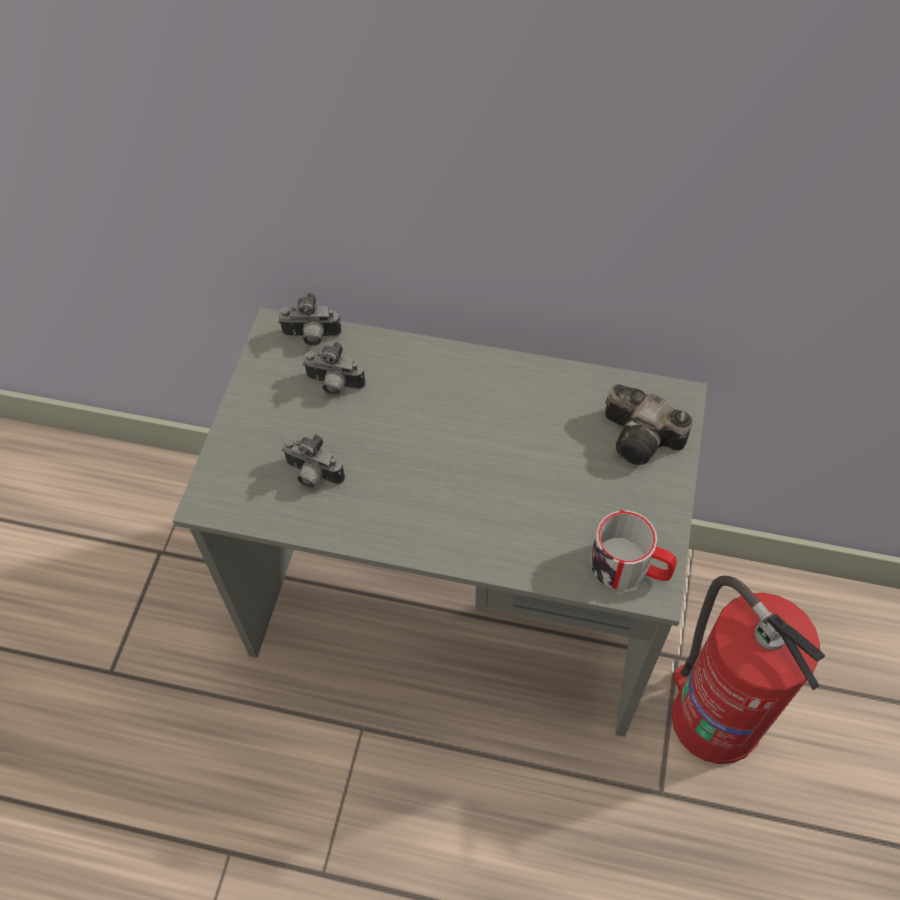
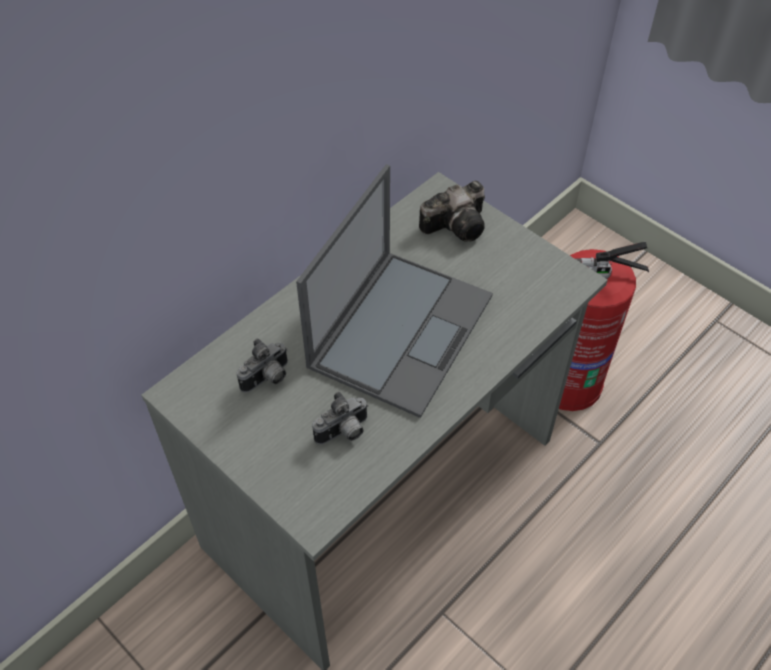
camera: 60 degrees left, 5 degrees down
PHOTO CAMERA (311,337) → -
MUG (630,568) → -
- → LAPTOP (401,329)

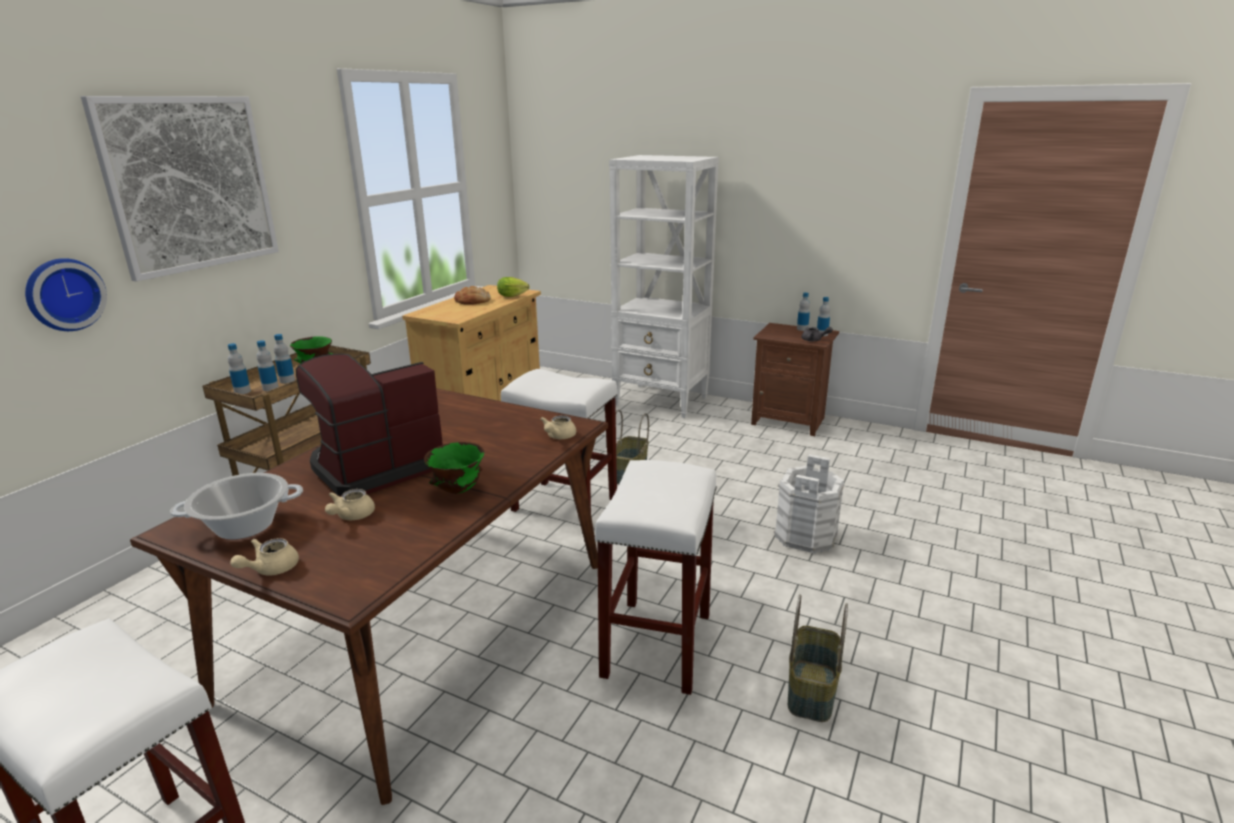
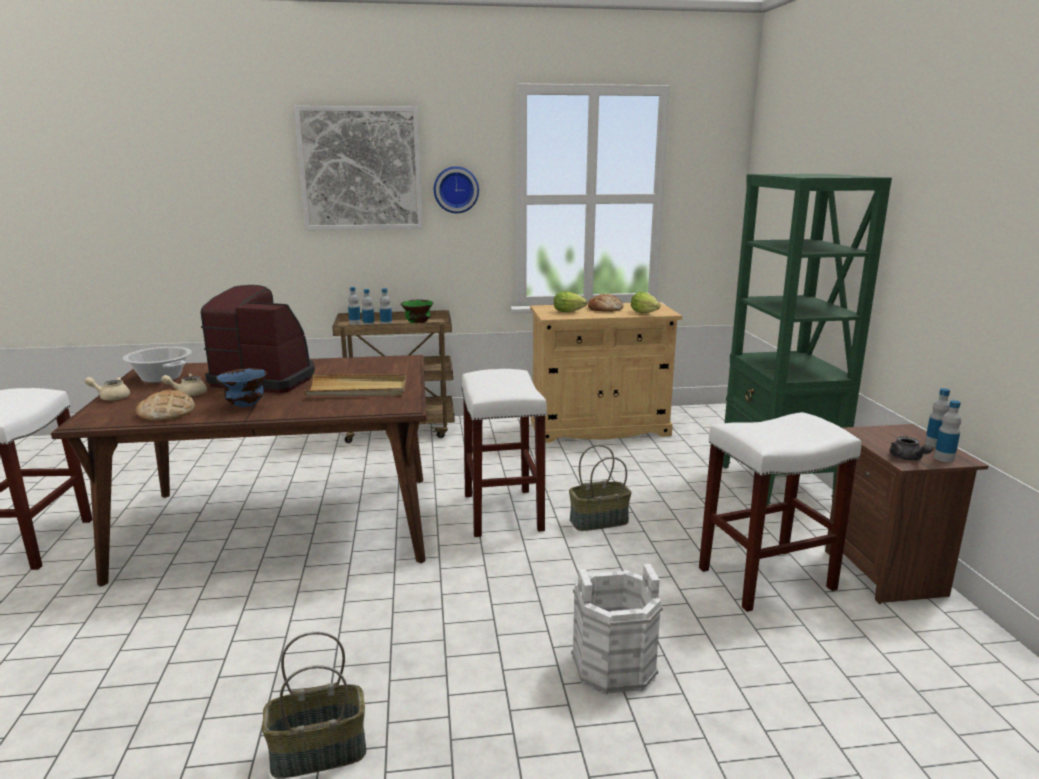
camera: 55 degrees right, 5 degrees down
WALL CLOCK (63,294) → WALL CLOCK (456,189), relocated
GREEN BOWL (457,491) → BLUE BOWL (245,406)
BEIGE TEAPOT (558,437) → -
WHITE STOOL (657,646) → WHITE STOOL (765,579), relocated
WHITE BOOKCASE (661,401) → GREEN BOOKCASE (777,484)
- → BREAD (166,413)
- → BEIGE TRAY (357,390)
- → LETTUCE (570,312)

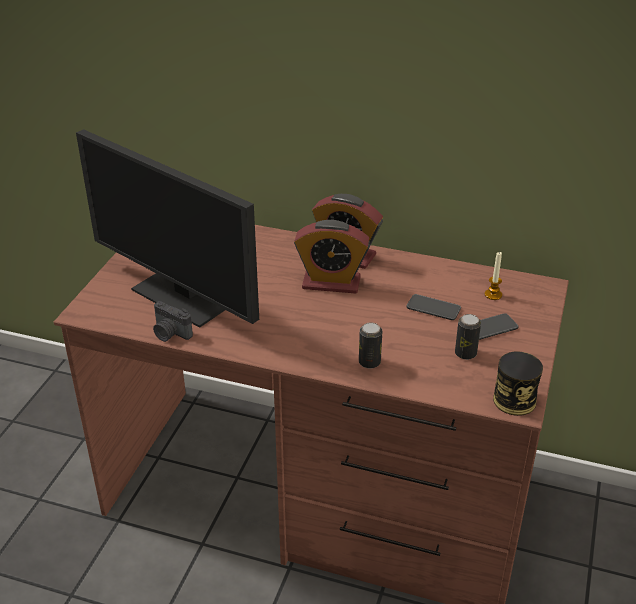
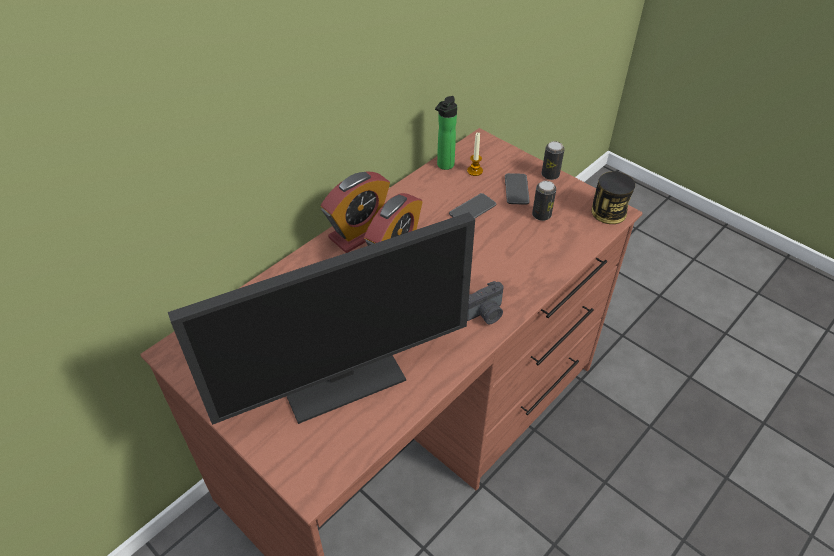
camera: 65 degrees left, 10 degrees up
PHOTO CAMERA (170,334) → PHOTO CAMERA (485,314), relocated
CAN (369,362) → CAN (550,175), relocated
- → BOTTLE (444,166)

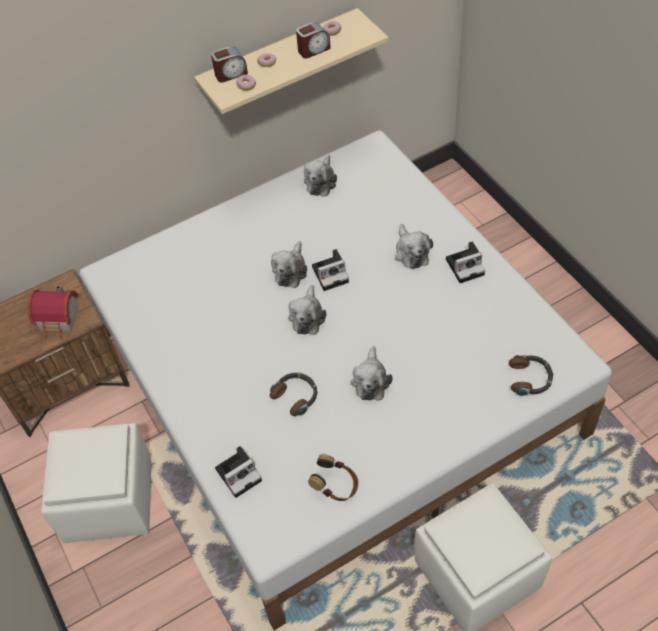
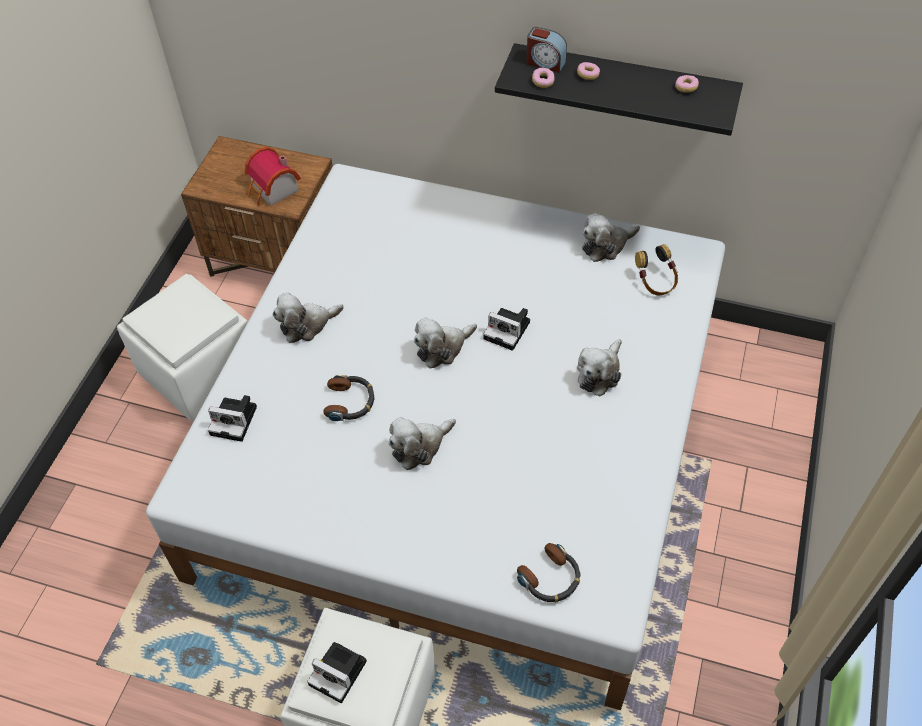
camera: 45 degrees right, 0 degrees up
BEIGE SHELF (280,60) → BLACK SHELF (623,86)
PLUSH TOY (291,270) → PLUSH TOY (306,325), relocated
ALARM CLOCK (313,50) → -
HEADPHONES (336,487) → HEADPHONES (655,282), relocated
PHOTO CAMERA (466,266) → PHOTO CAMERA (340,673), relocated

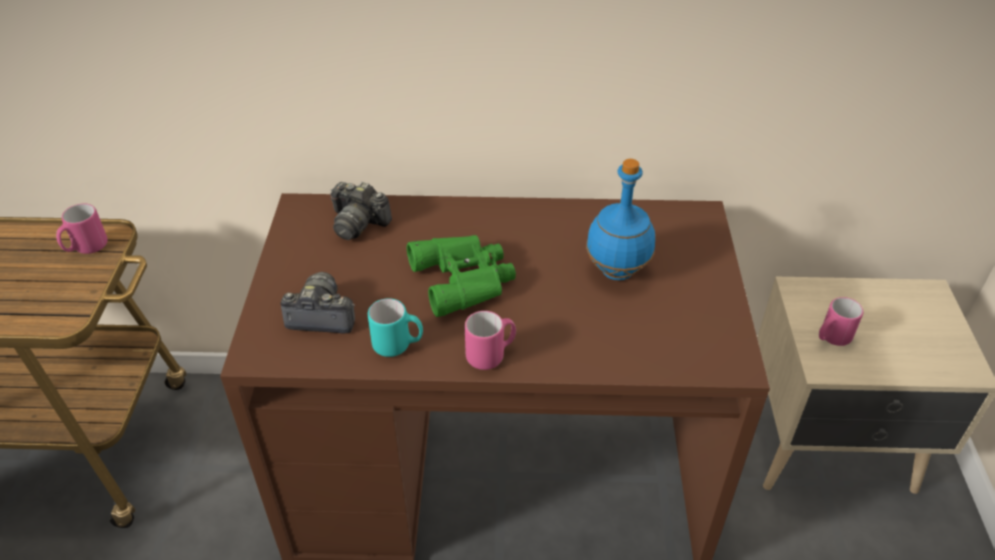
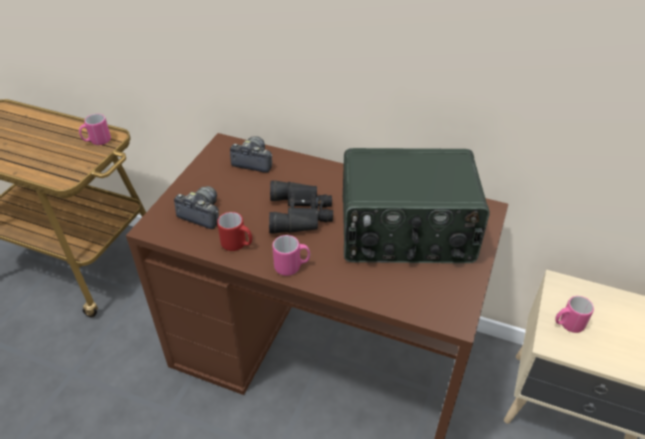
camera: 20 degrees right, 0 degrees up
PHOTO CAMERA (358,223) → PHOTO CAMERA (253,162), 150 degrees clockwise
TURQUOISE MUG (398,345) → RED MUG (237,245)
GREEN BINOCULARS (465,278) → BLACK BINOCULARS (301,213)
BLUE BOTTLE (617,270) → RADIO (406,233)

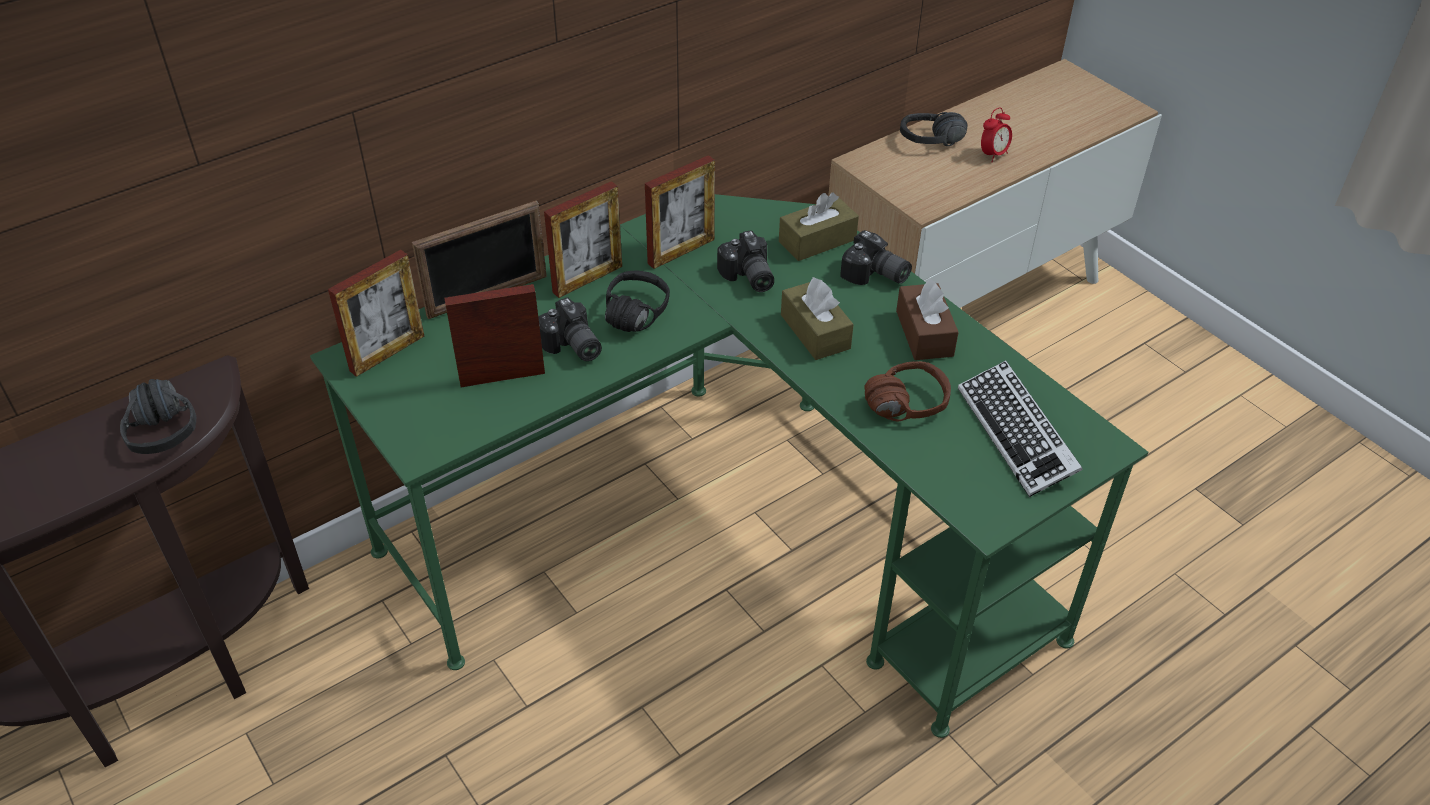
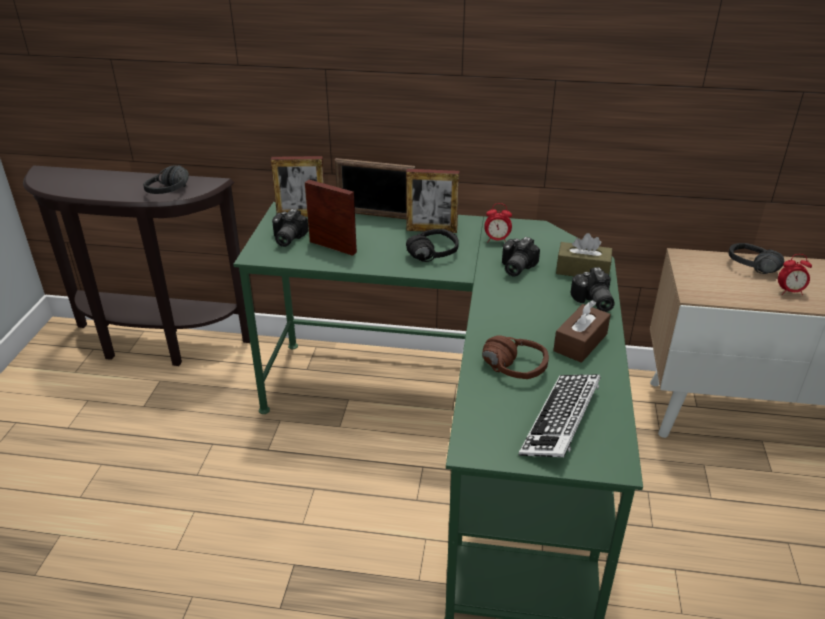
camera: 45 degrees right, 10 degrees down
PHOTO CAMERA (571,347) → PHOTO CAMERA (286,238), relocated
PICTURE FRAME (681,251) → ALARM CLOCK (497,240)
BROWN TISSUE BOX (815,331) → -

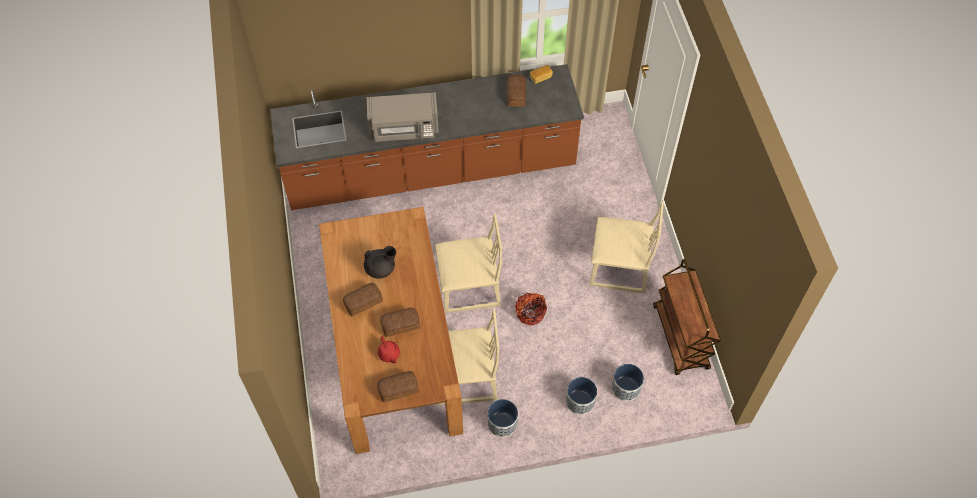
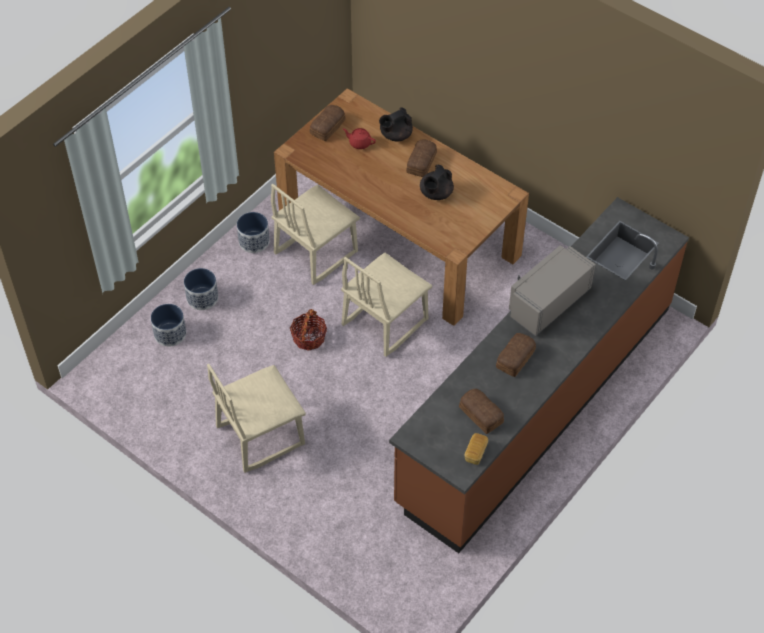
camera: 140 degrees right, 5 degrees down
BREAD (401,325) → BREAD (514,359), relocated
BROWN CART (681,338) → -
- → BLACK TEAPOT (395,135)

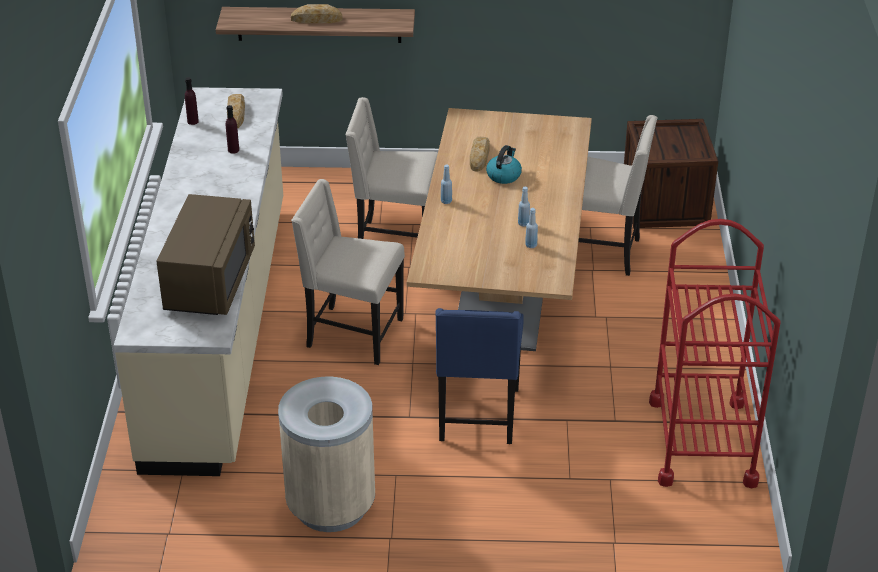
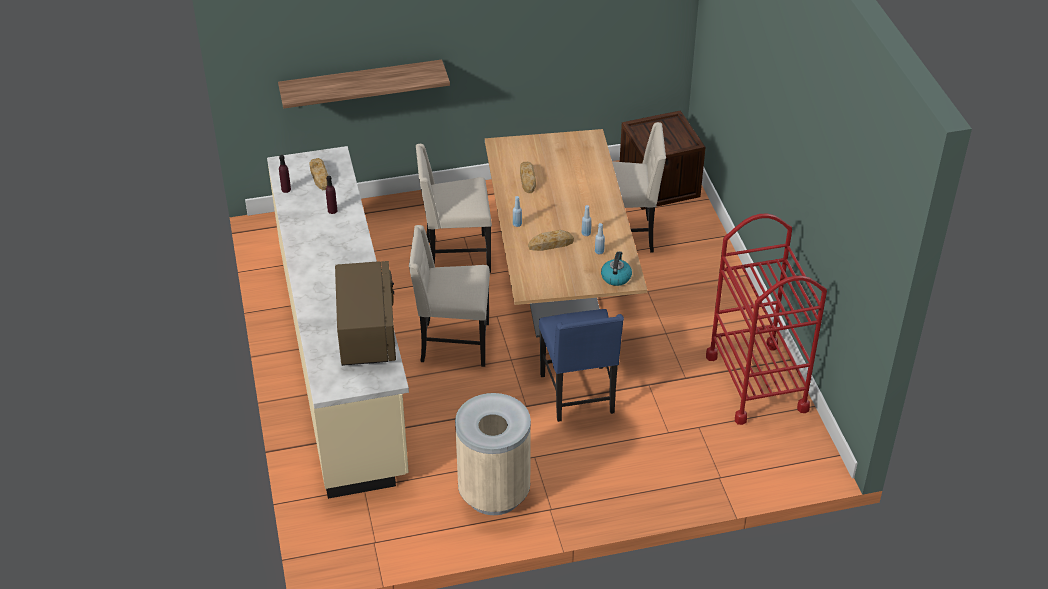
camera: 15 degrees left, 5 degrees up
BREAD (316,19) → BREAD (551,244), relocated
KETTLE (503,175) → KETTLE (616,277), relocated

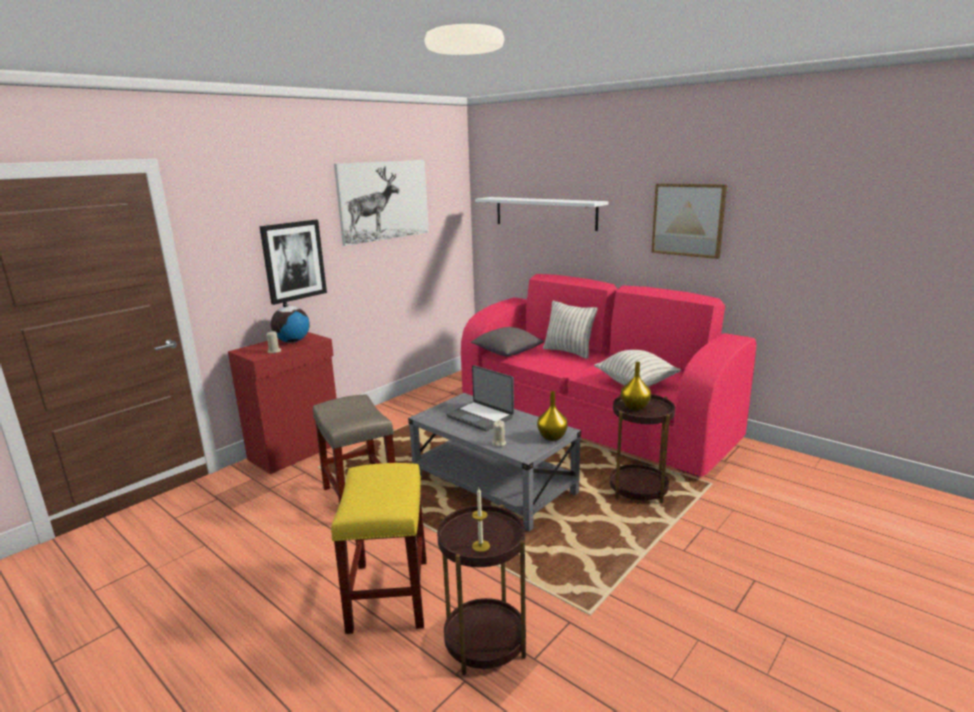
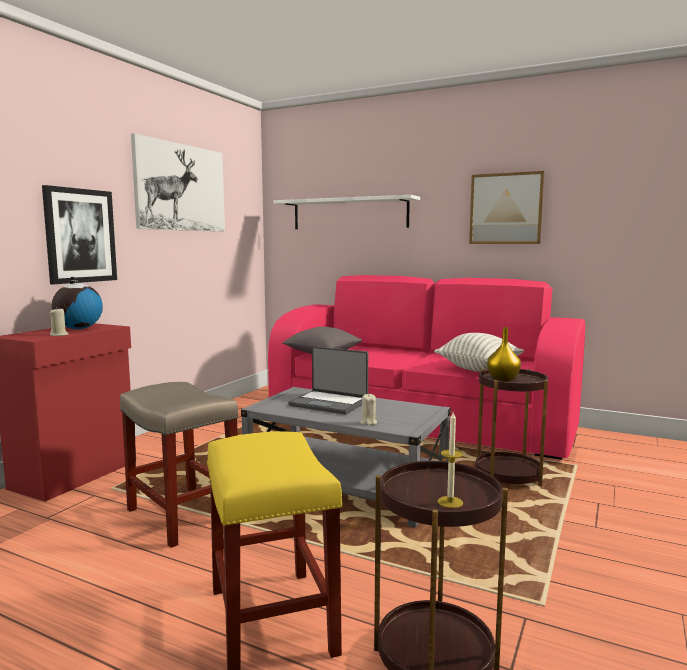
camera: 15 degrees left, 10 degrees down
YELLOW VASE (551,437) → -
PILLOW (568,352) → -

